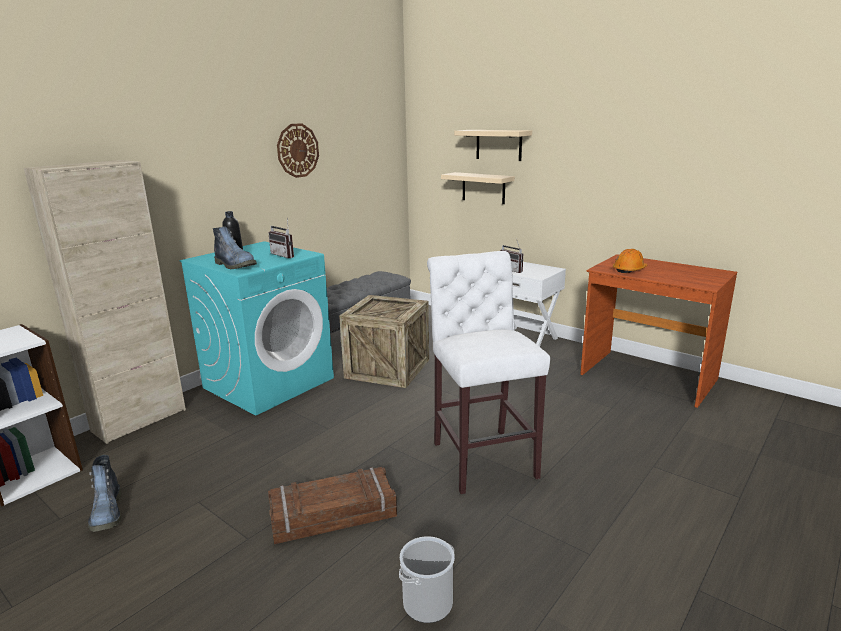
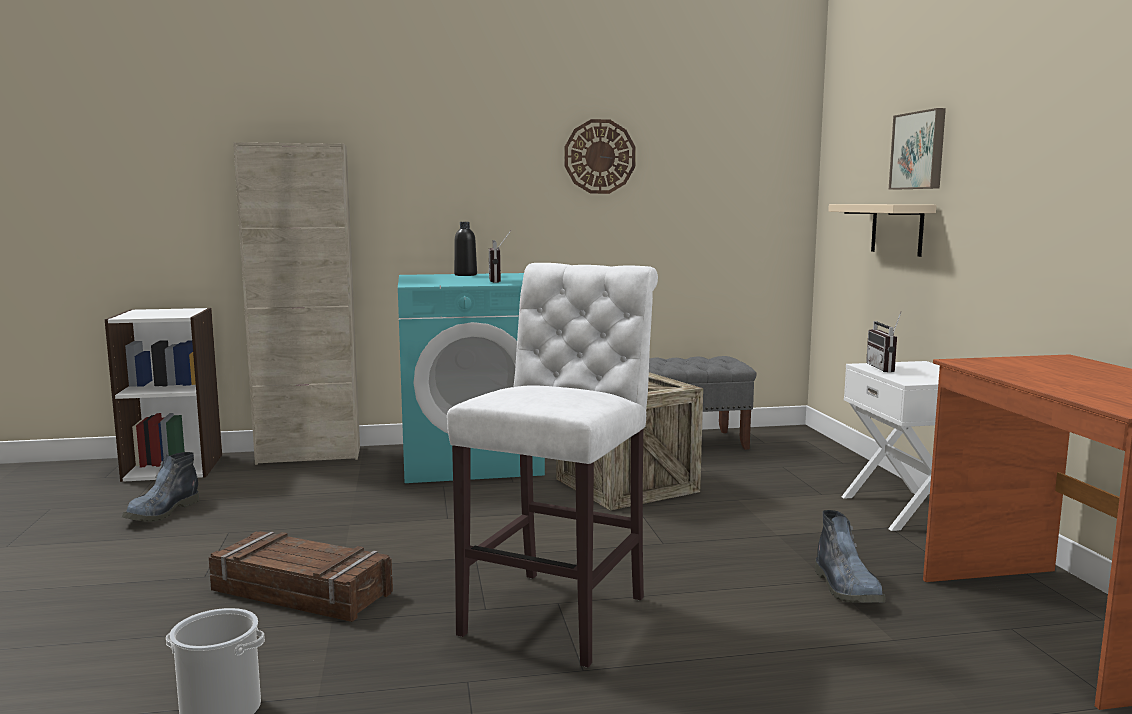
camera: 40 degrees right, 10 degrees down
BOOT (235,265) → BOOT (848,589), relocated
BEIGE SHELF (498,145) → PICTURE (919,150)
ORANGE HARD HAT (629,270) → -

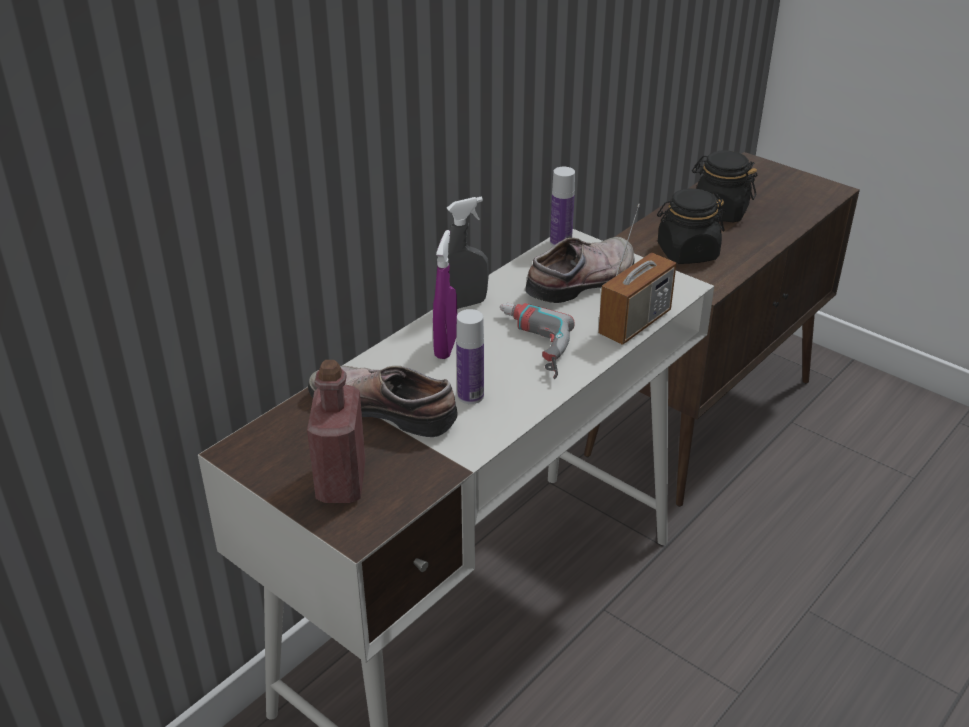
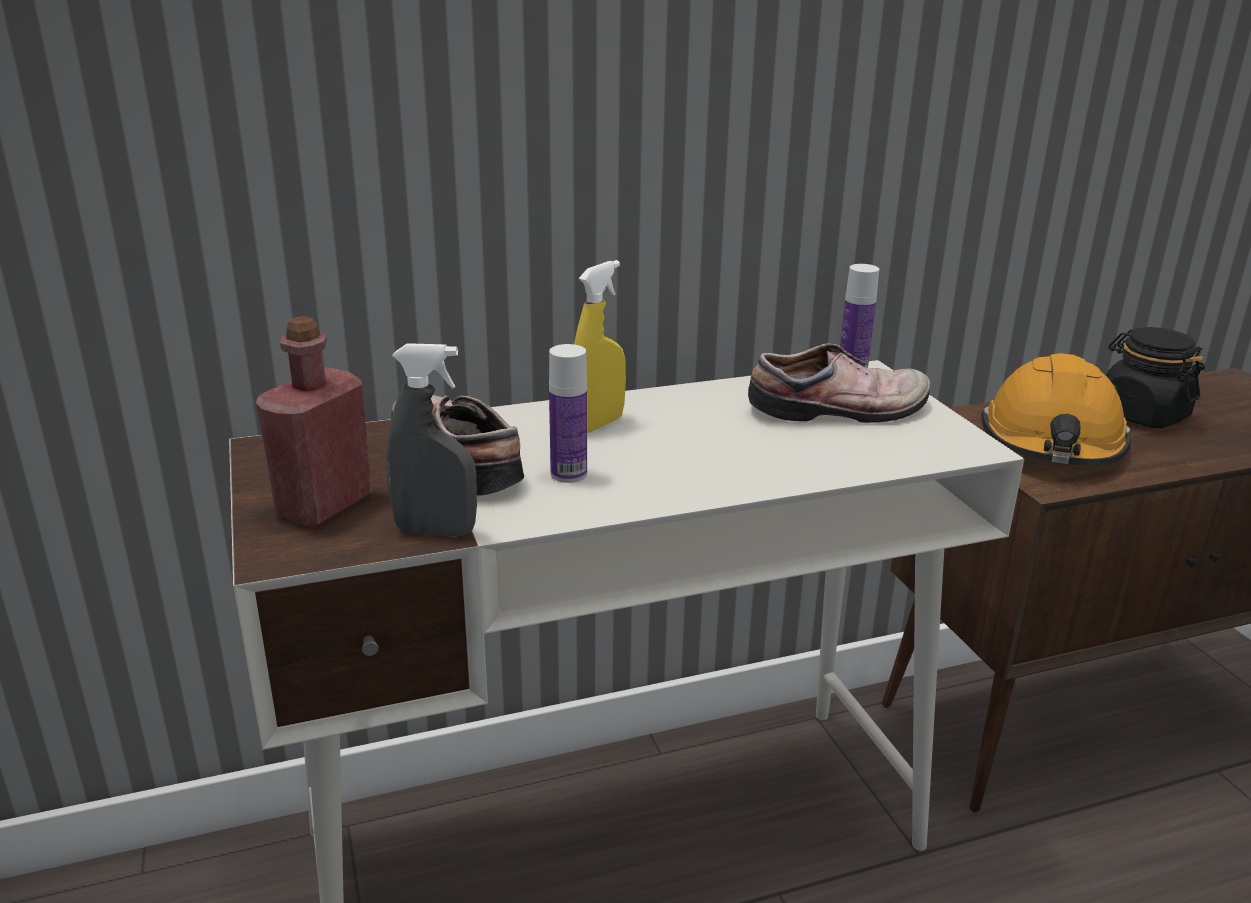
camera: 30 degrees right, 10 degrees down
PURPLE SPRAY BOTTLE (446,347) → YELLOW SPRAY BOTTLE (597,424)
GREY SPRAY BOTTLE (464,304) → GREY SPRAY BOTTLE (435,531), relocated
POWER DRILL (528,346) → -
RADIO (635,323) → -
BLACK JAR (687,253) → ORANGE HARD HAT (1052,443)

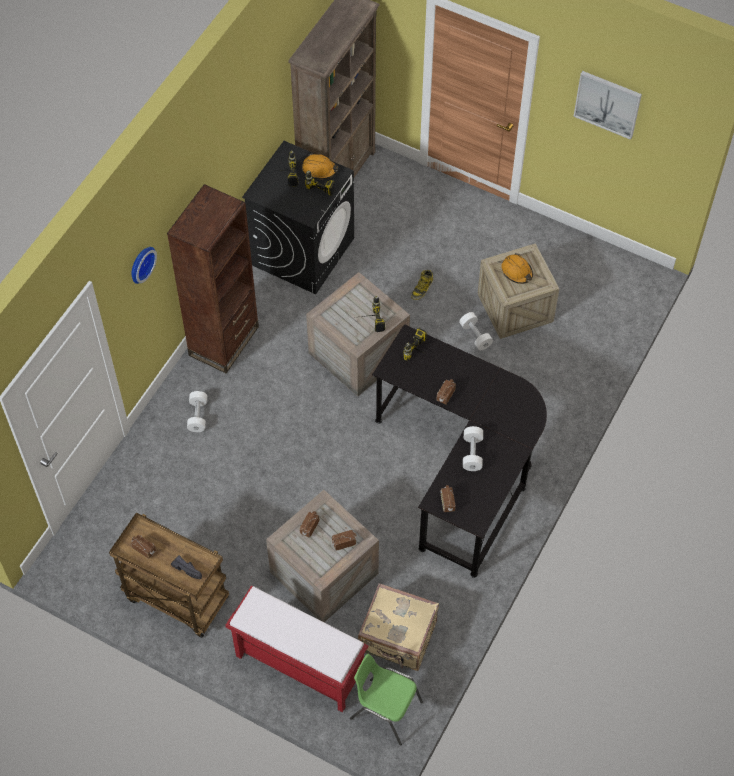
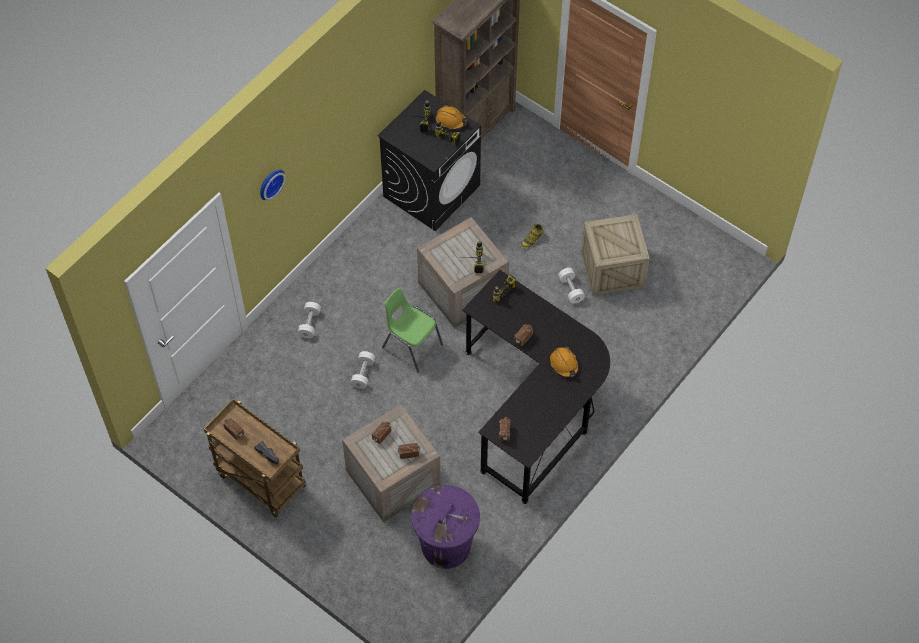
camera: 10 degrees right, 0 degrees up
BROWN BOOKCASE (224,341) → -
RED BENCH (298,665) → -
GREEN CHAIR (385,710) → GREEN CHAIR (411,346), relocated
BEIGE SUITCASE (398,638) → PURPLE TRASH CAN (446,545)
WHITE DUMBBELL (472,453) → WHITE DUMBBELL (363,374), relocated
ORANGE HARD HAT (517,271) → ORANGE HARD HAT (564,364), relocated
PICTURE (607,104) → -

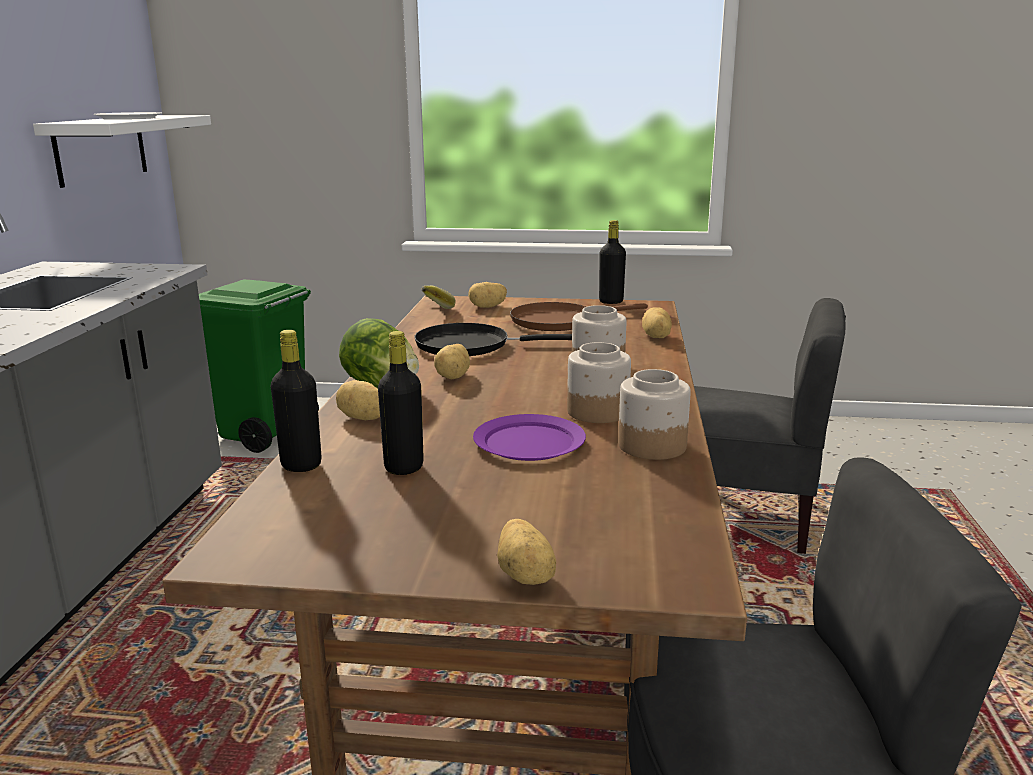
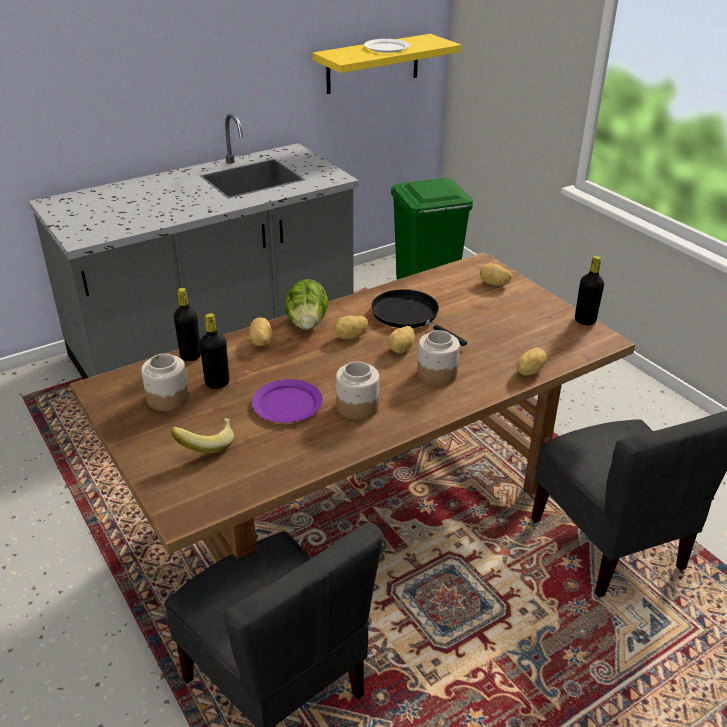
camera: 50 degrees right, 15 degrees up
WHITE SHELF (101,149) → YELLOW SHELF (373,64)
BANANA (432,311) → BANANA (206,444), relocated
POTATO (526,575) → POTATO (402,349), relocated
BROWN FRYING PAN (559,321) → -
JAR (651,446) → JAR (167,398), relocated

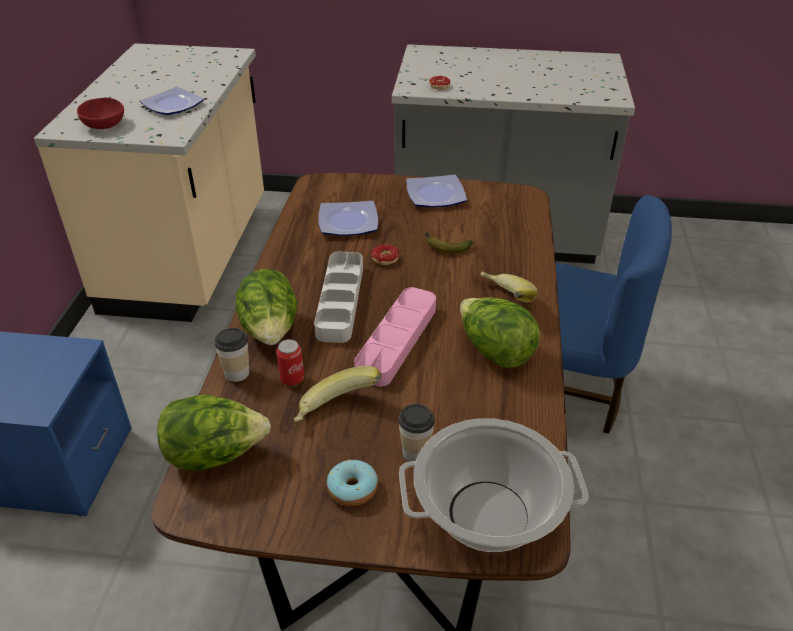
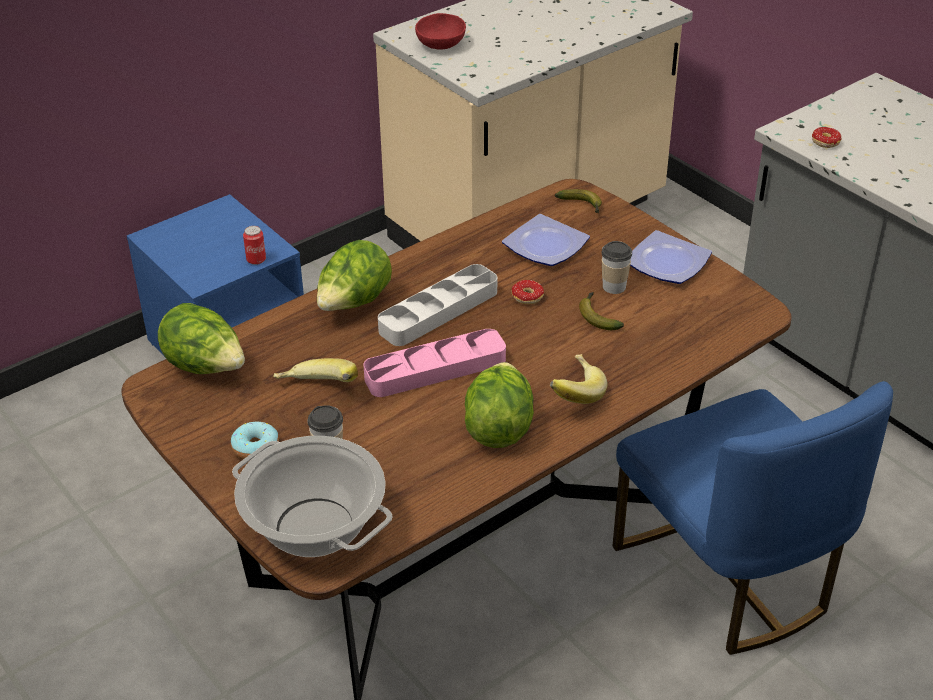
camera: 45 degrees right, 0 degrees up
PLATE (171,105) → -
CUP (237,373) → CUP (614,287), relocated
CAN (292,379) → CAN (256,260), relocated
- → BANANA (582,206)

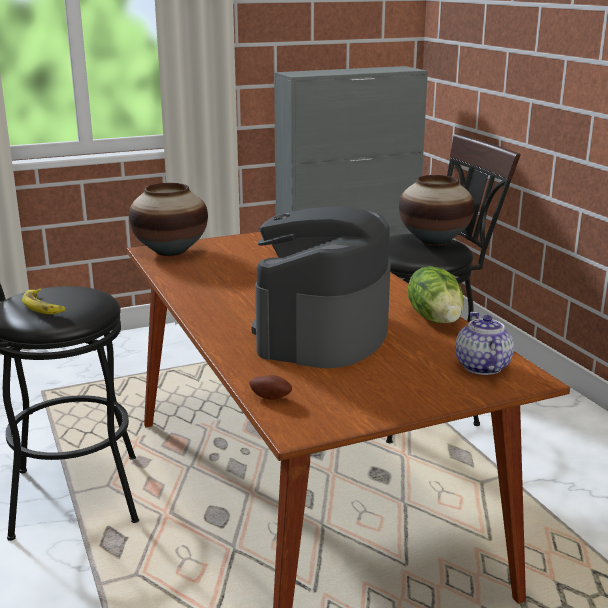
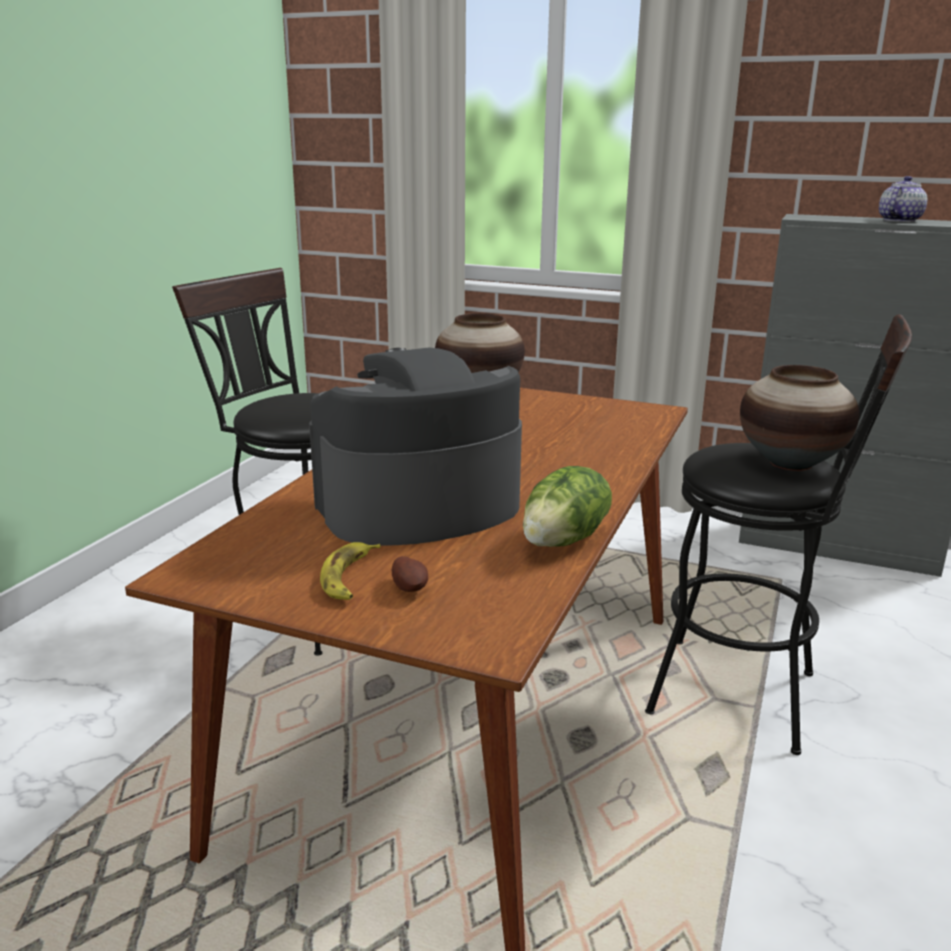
camera: 45 degrees right, 0 degrees up
BANANA (44,306) → BANANA (349,577), relocated
POTATO (271,397) → POTATO (410,588), relocated
TEAPOT (481,366) → TEAPOT (899,220), relocated

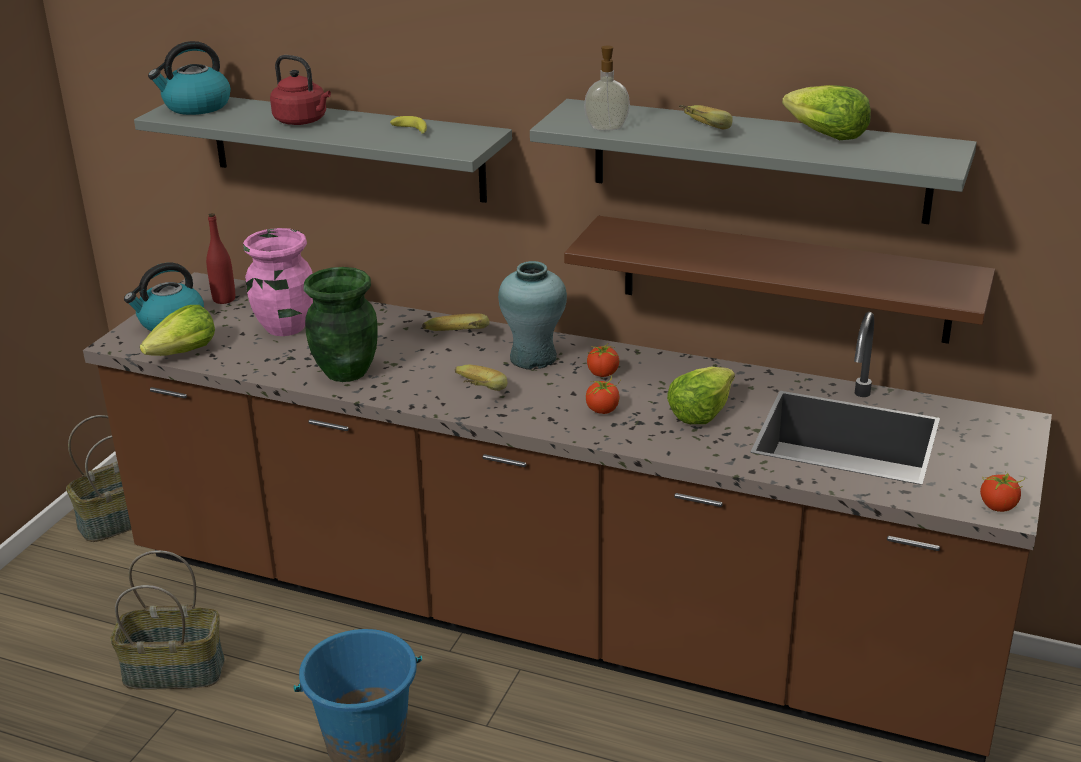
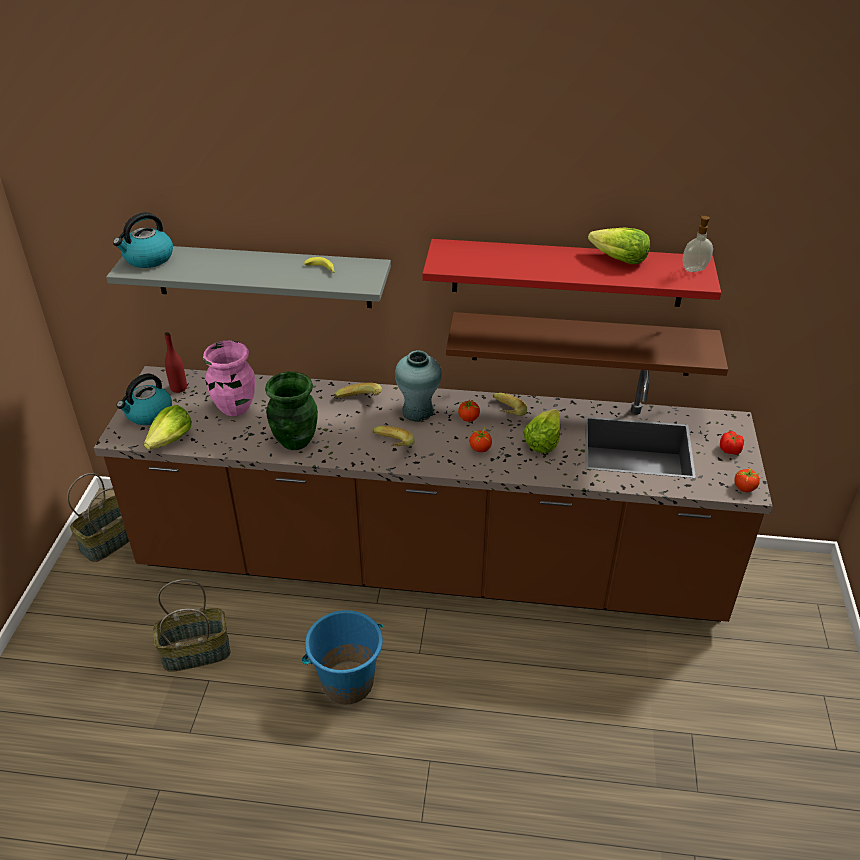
camera: 15 degrees left, 10 degrees up
RED KETTLE (303,121) → -
GREY SHELF (758,160) → RED SHELF (567,273)
SOAP DISPENSER (606,128) → SOAP DISPENSER (694,269), relocated
BANANA (694,133) → BANANA (504,414), relocated
- → TOMATO (730,450)

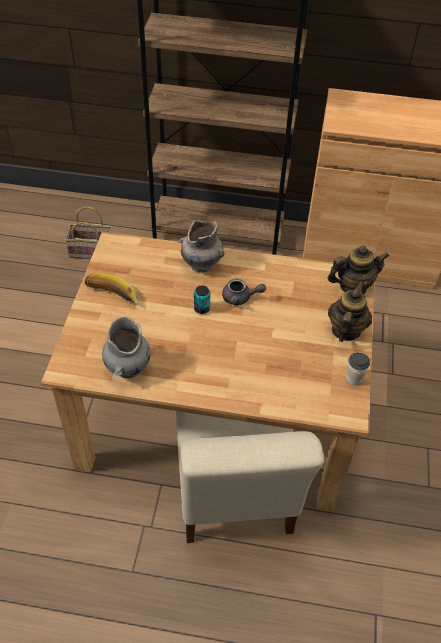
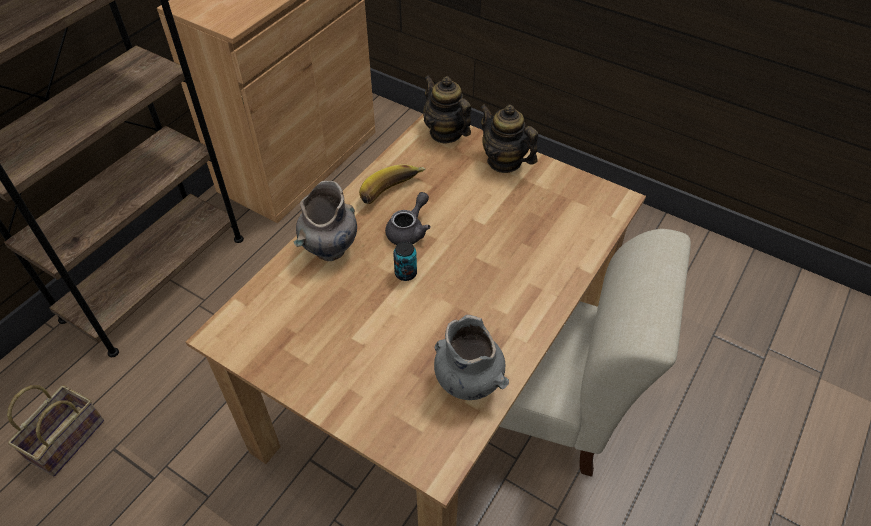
camera: 65 degrees left, 0 degrees up
BANANA (111,297) → BANANA (392,193), relocated
TEAPOT (353,286) → TEAPOT (446,133), 45 degrees counterclockwise
CUP (354,378) → -

